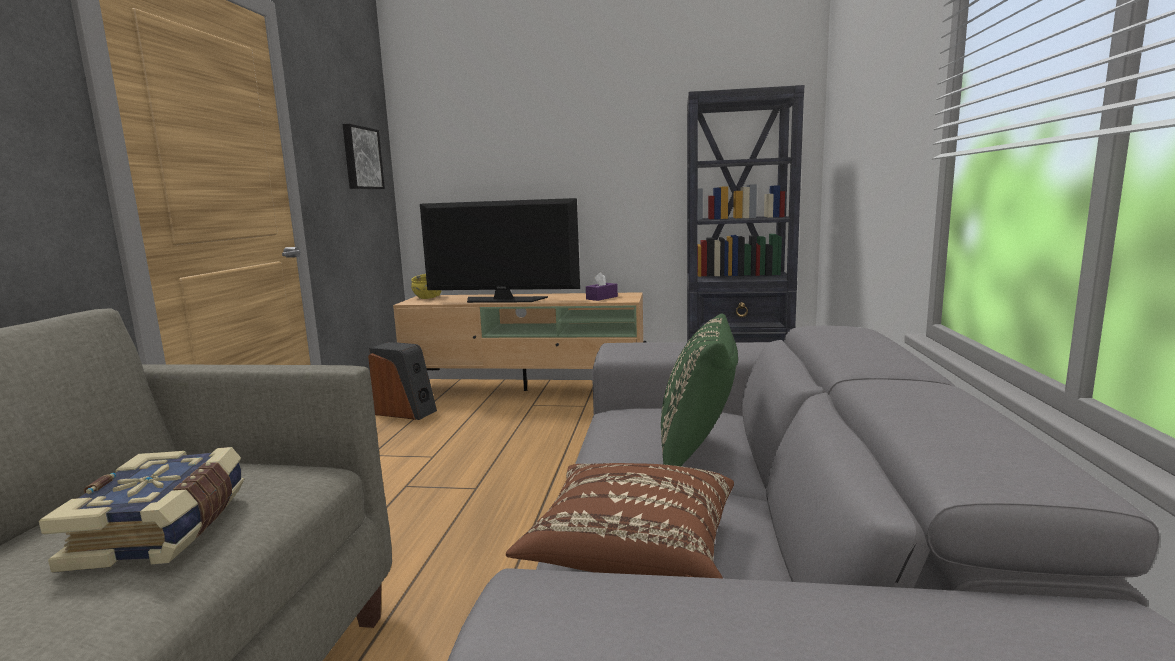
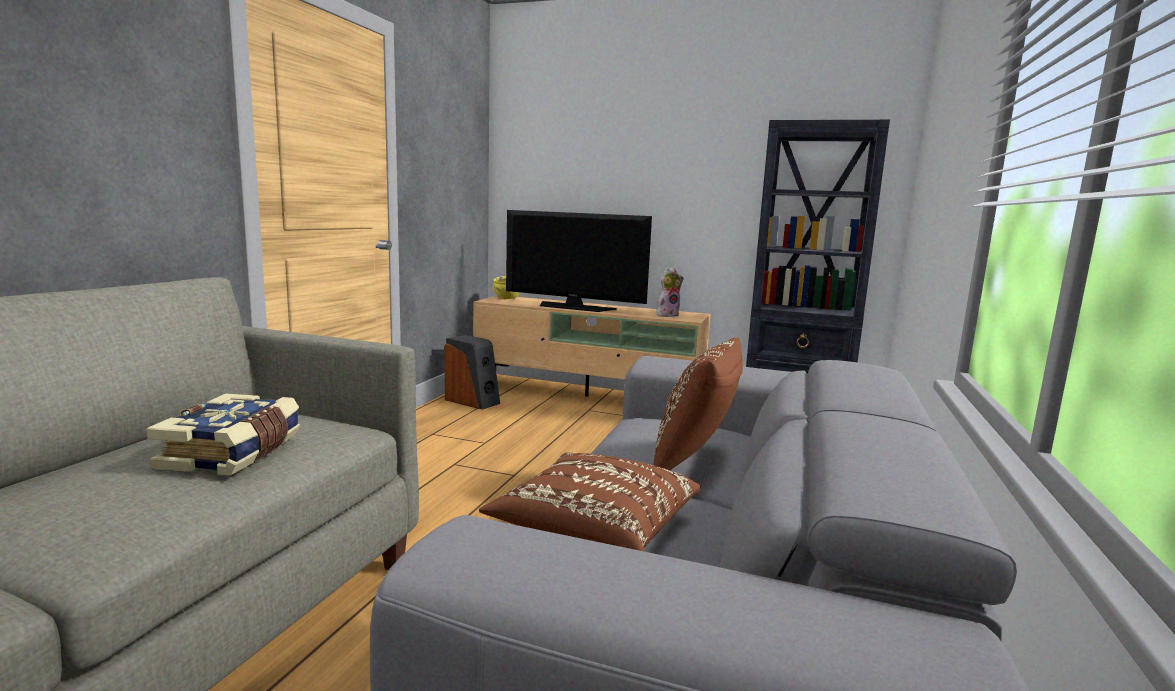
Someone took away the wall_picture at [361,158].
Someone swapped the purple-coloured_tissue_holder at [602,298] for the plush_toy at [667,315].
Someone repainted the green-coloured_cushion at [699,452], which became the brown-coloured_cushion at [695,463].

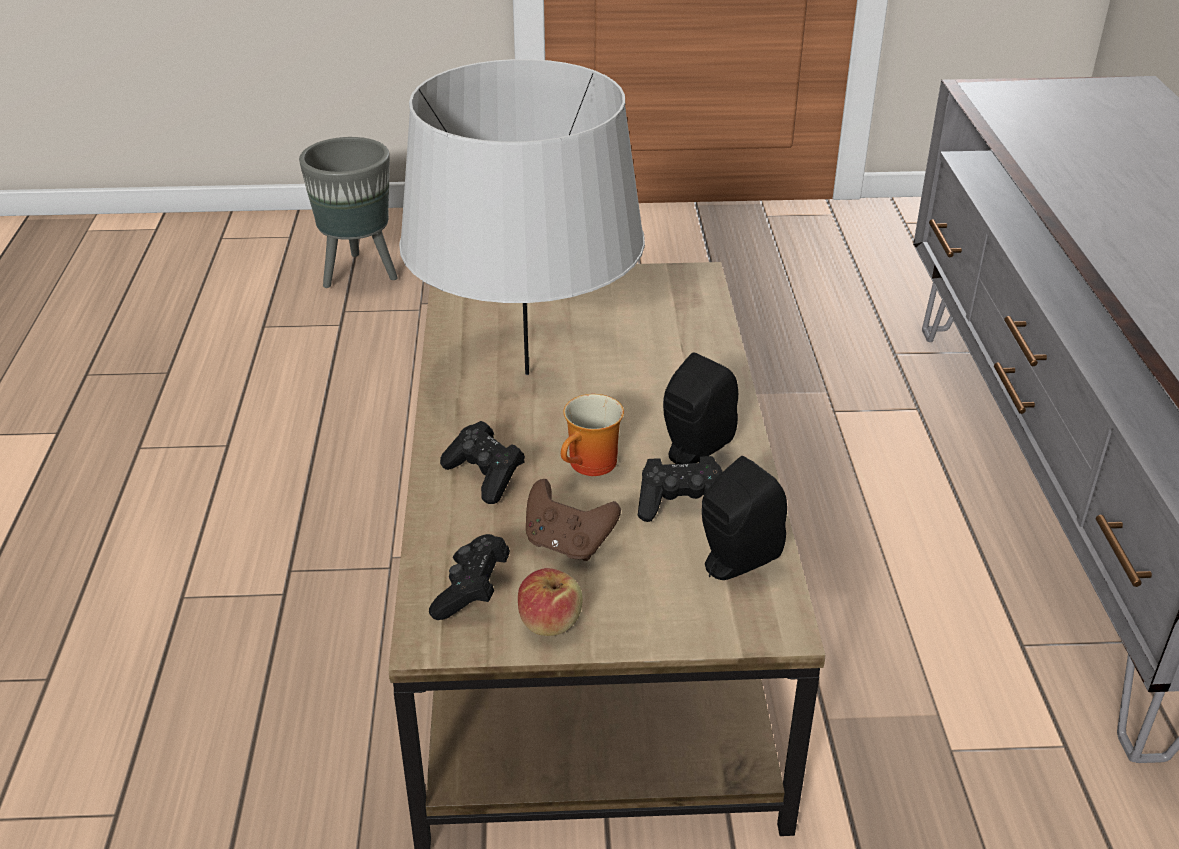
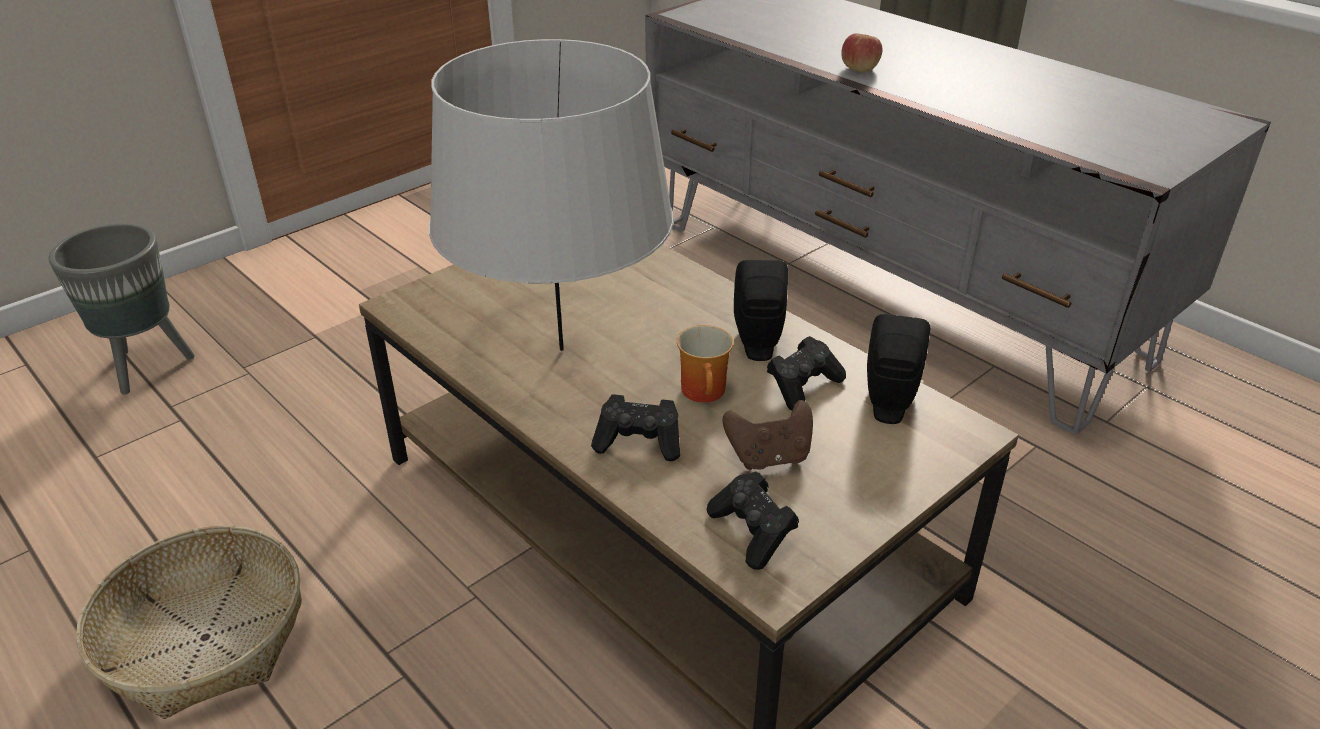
Someone put down the basket at [206,637].
Someone carried the apple from [550,622] to [859,68].

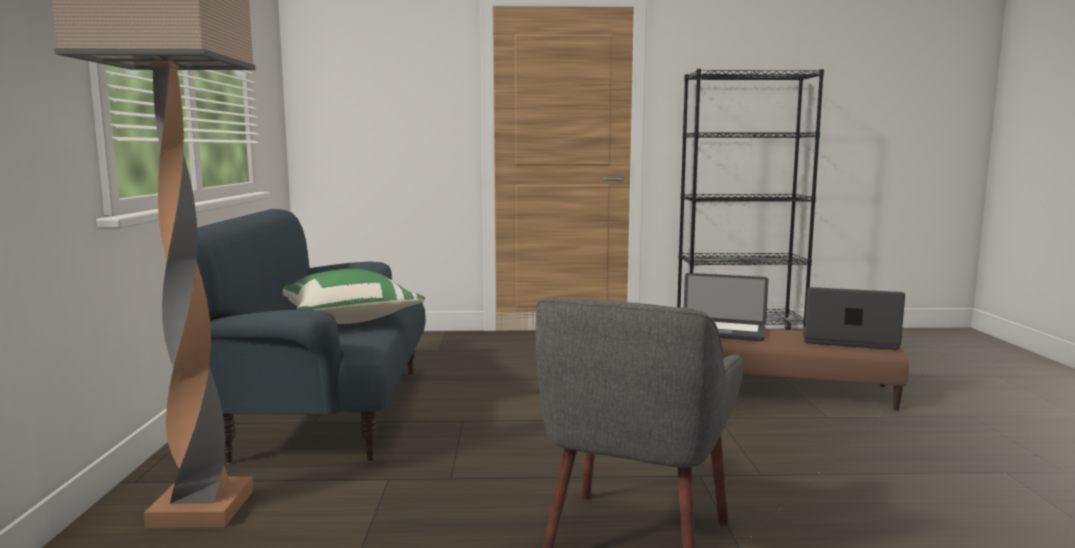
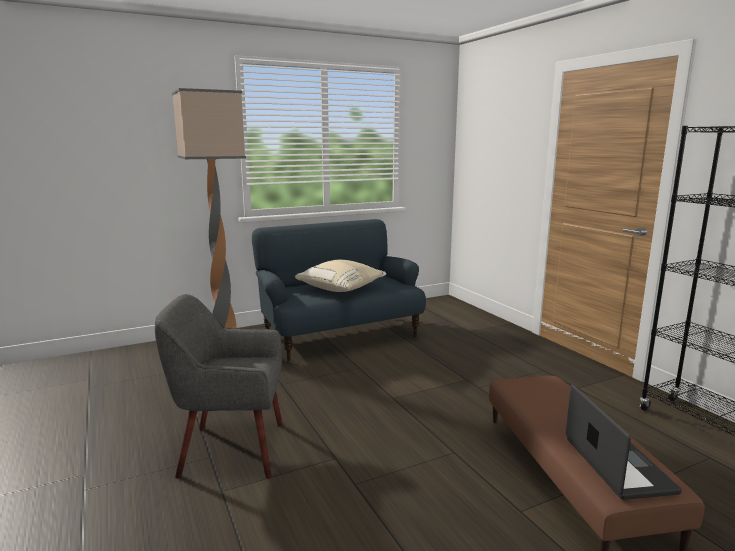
Someone took away the laptop at [721,332].
Someone repainted the green-coloured_cushion at [349,320], which became the beige-coloured_cushion at [342,289].

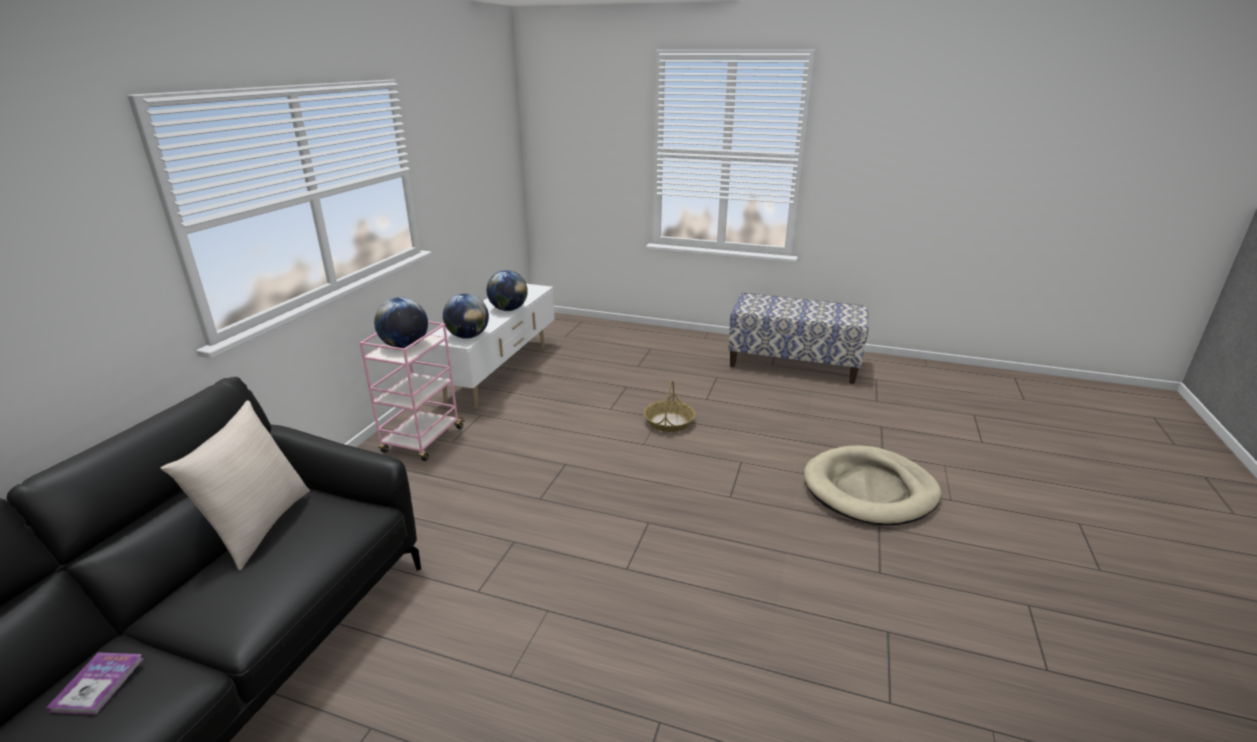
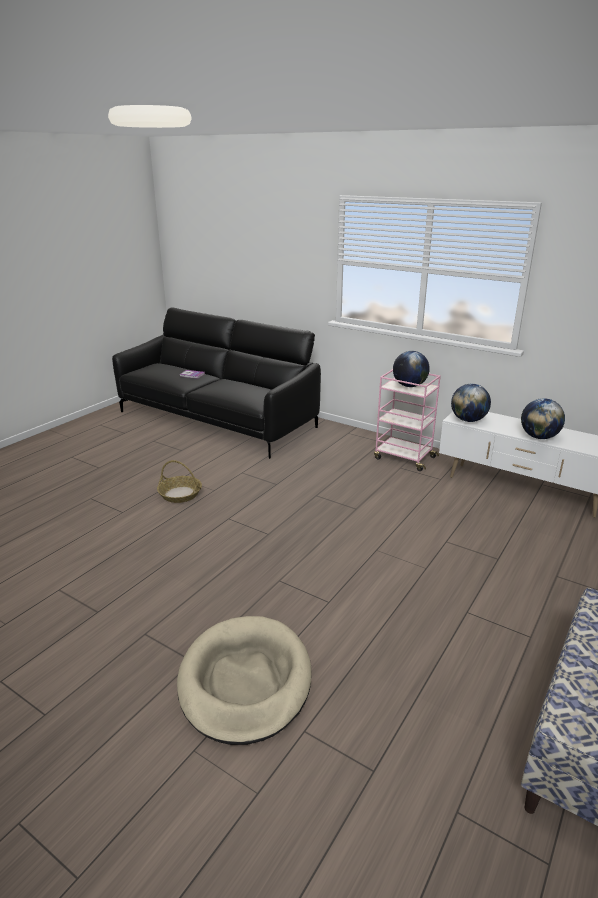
Someone took away the beige-coloured_cushion at [259,526].
Someone carried the basket from [669,422] to [180,494].

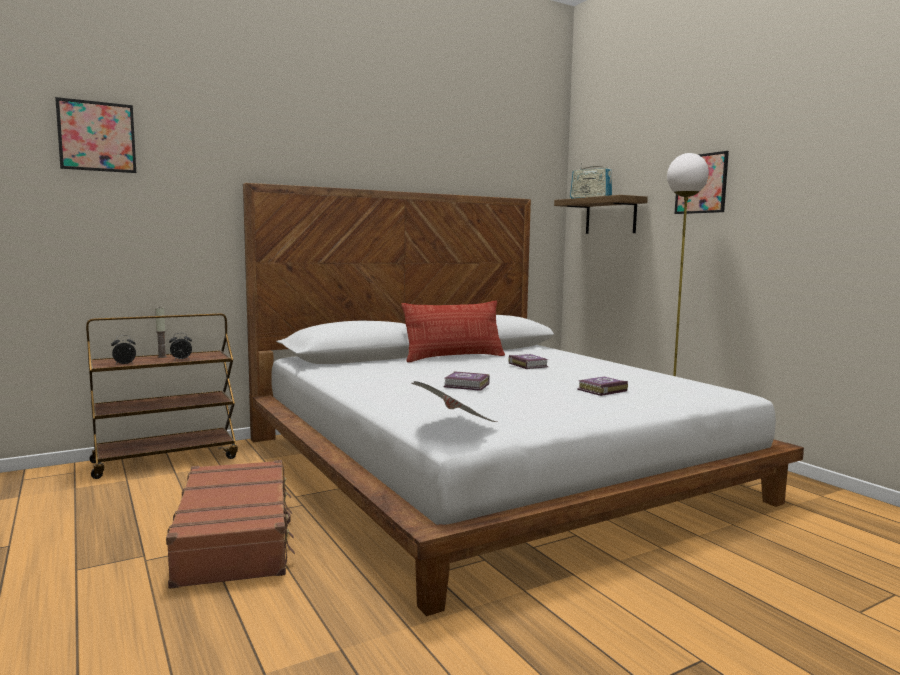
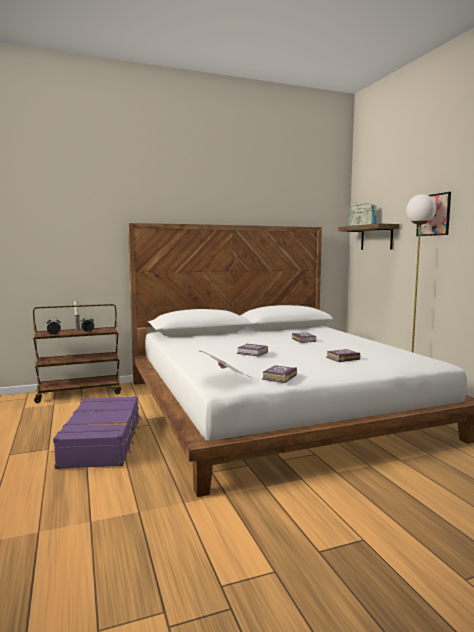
Someone took away the wall_picture at [97,136].
Someone took away the cushion at [454,357].
Someone put down the volume at [278,377].
Someone repainted the brown-coloured_piece_of_luggage at [236,537], which became the purple-coloured_piece_of_luggage at [103,442].

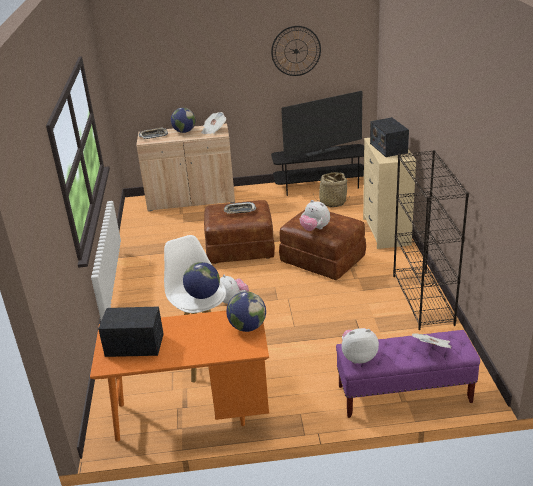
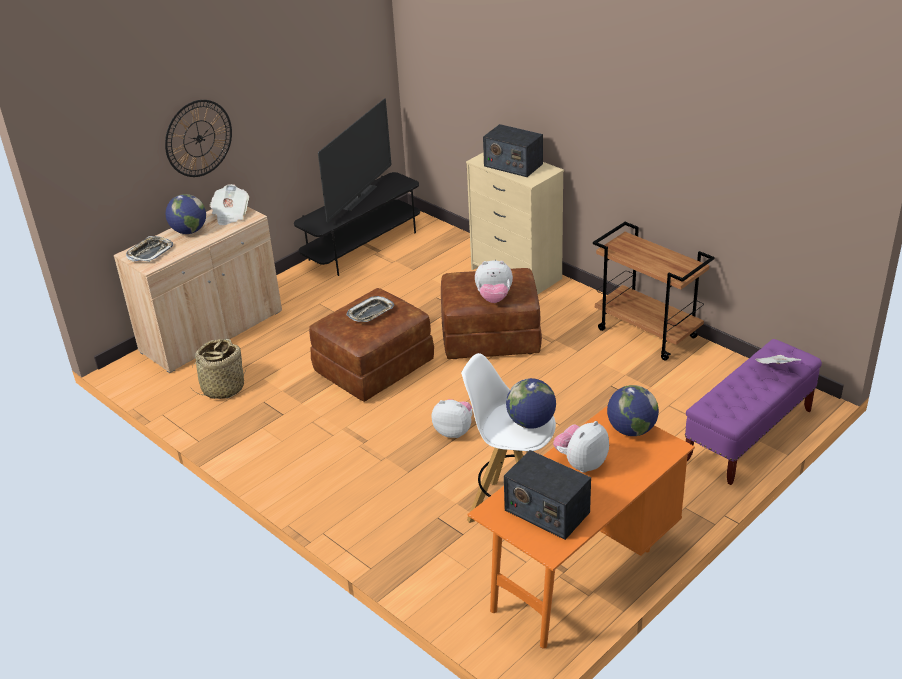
Someone carried the hanging_clock from [296,51] to [199,138].
Someone carried the basket from [332,202] to [223,388].
Someone carried the plush_toy from [358,357] to [581,463].
Someone swapped the black-coloured_shelving_unit at [423,300] for the brown-coloured_wheeled_cart at [648,333].
Someone rotated the radio_receiver at [135,345] by 105 degrees counterclockwise.

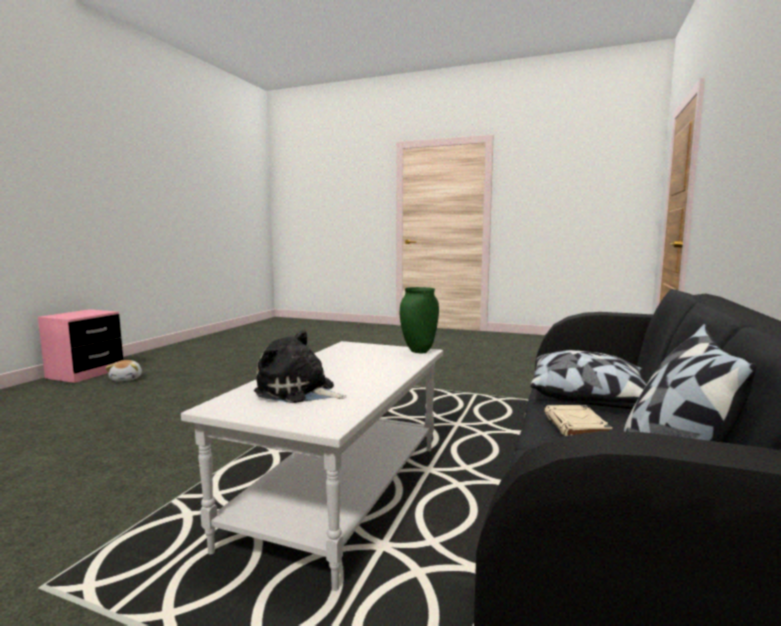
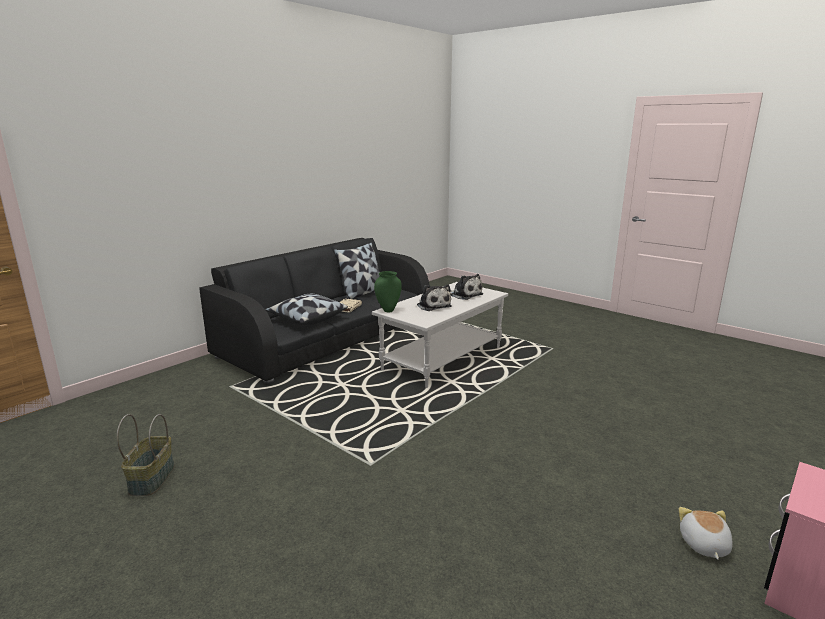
Someone put down the basket at [151,478].
Someone put down the plush_toy at [433,306].

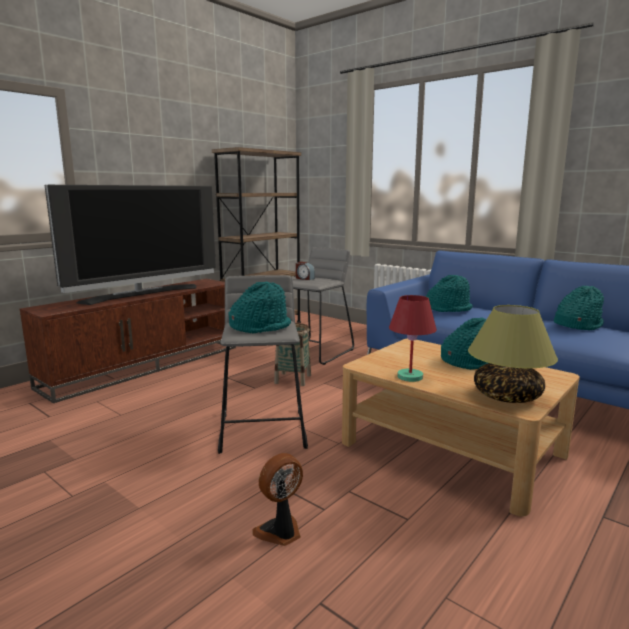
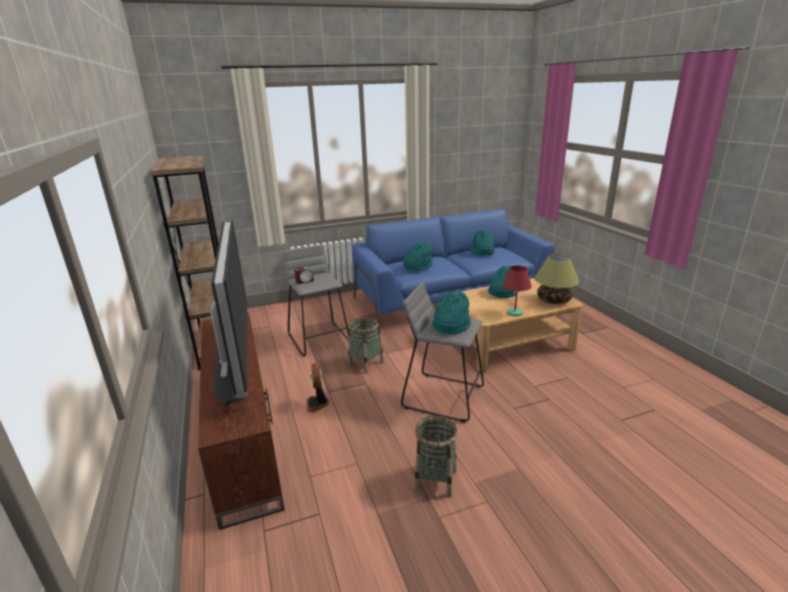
Someone put down the basket at [435,480].
Someone carried the fan from [280,532] to [318,403].

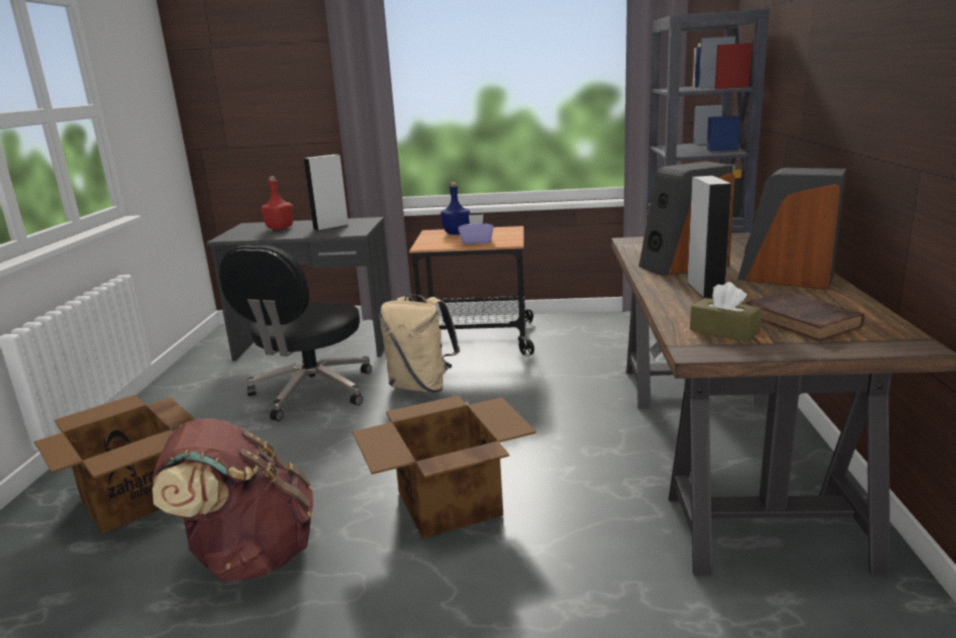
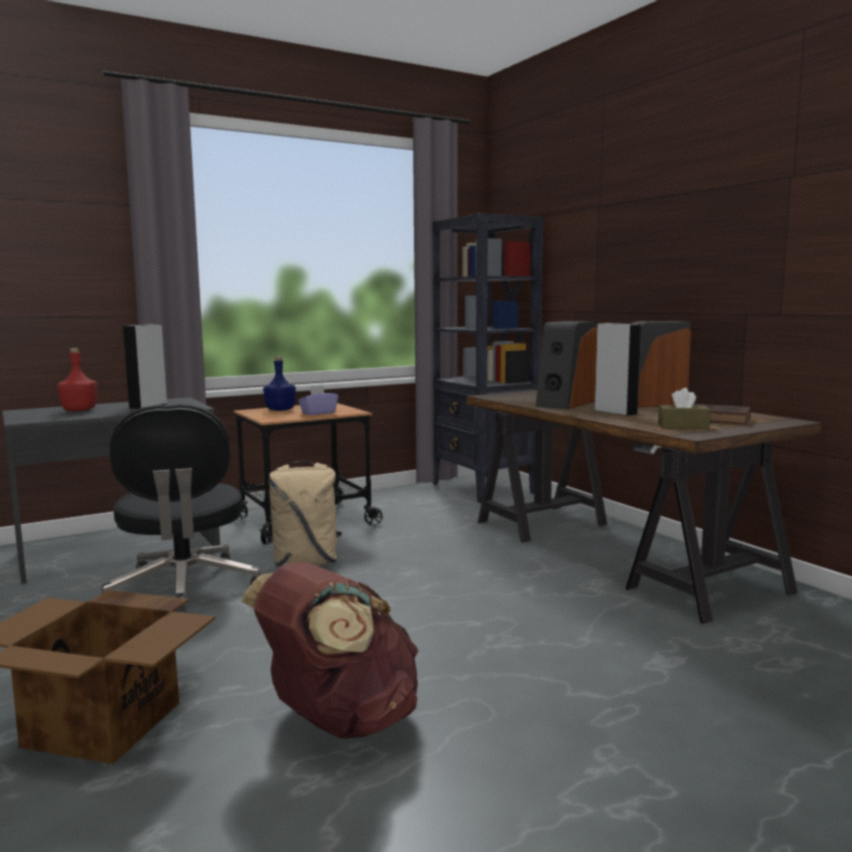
Someone took away the carton at [447,503].

